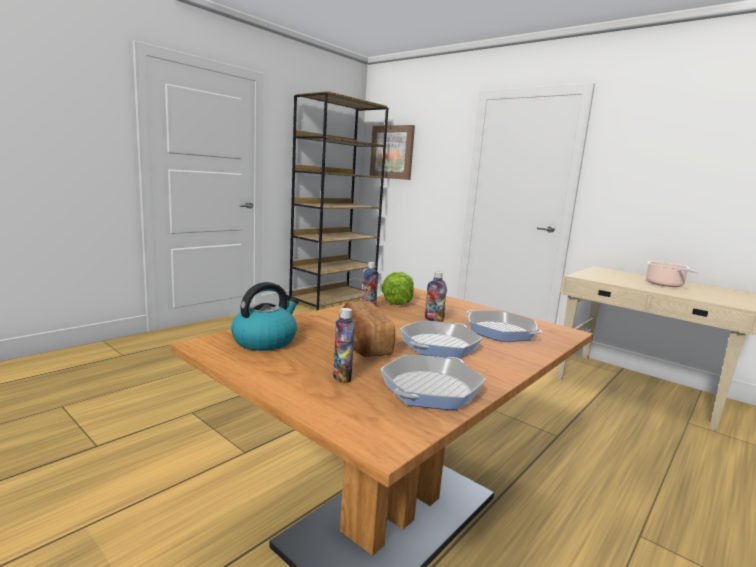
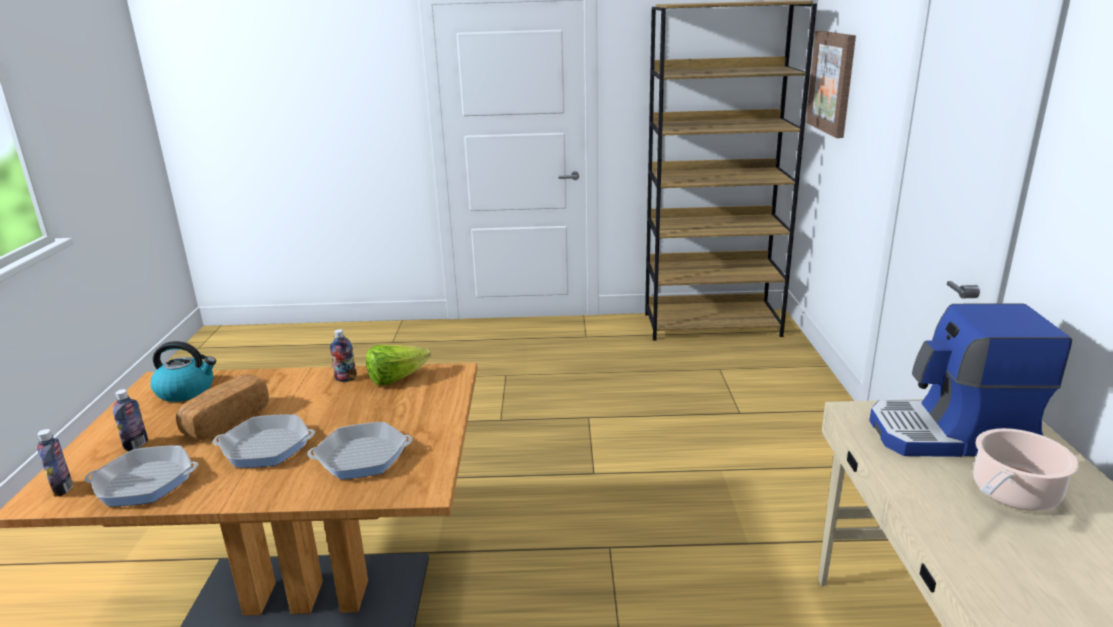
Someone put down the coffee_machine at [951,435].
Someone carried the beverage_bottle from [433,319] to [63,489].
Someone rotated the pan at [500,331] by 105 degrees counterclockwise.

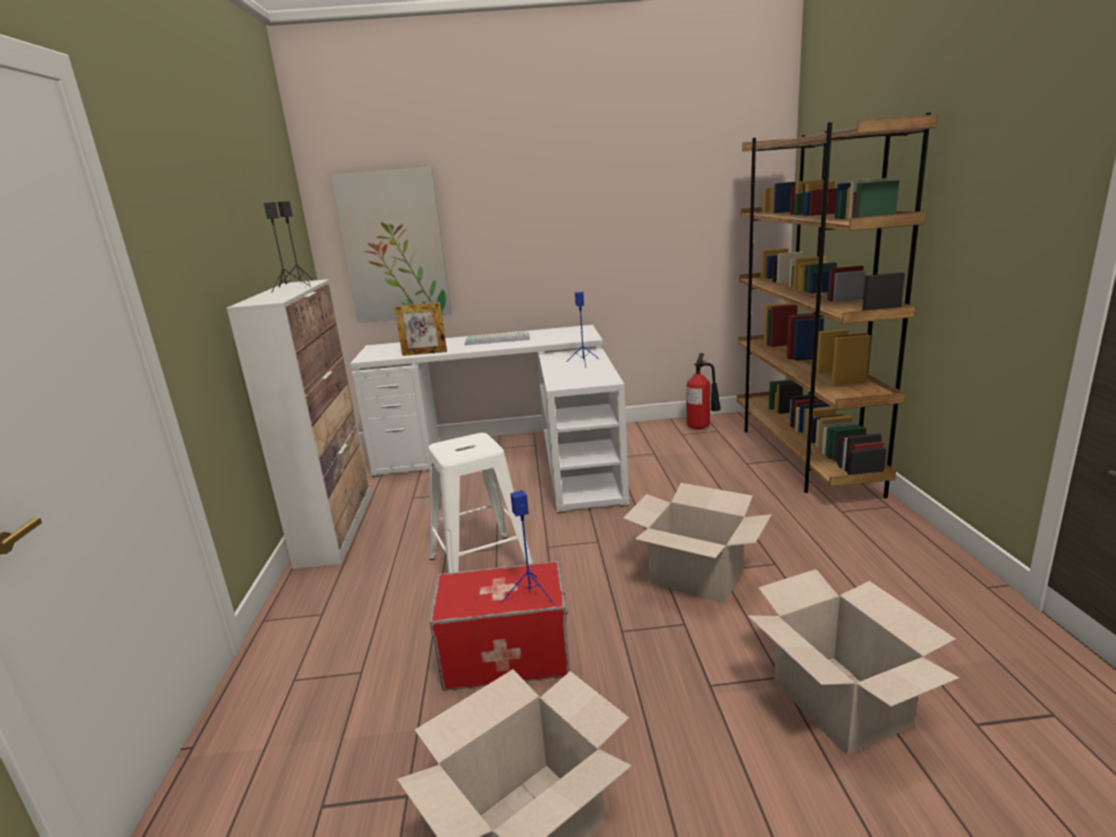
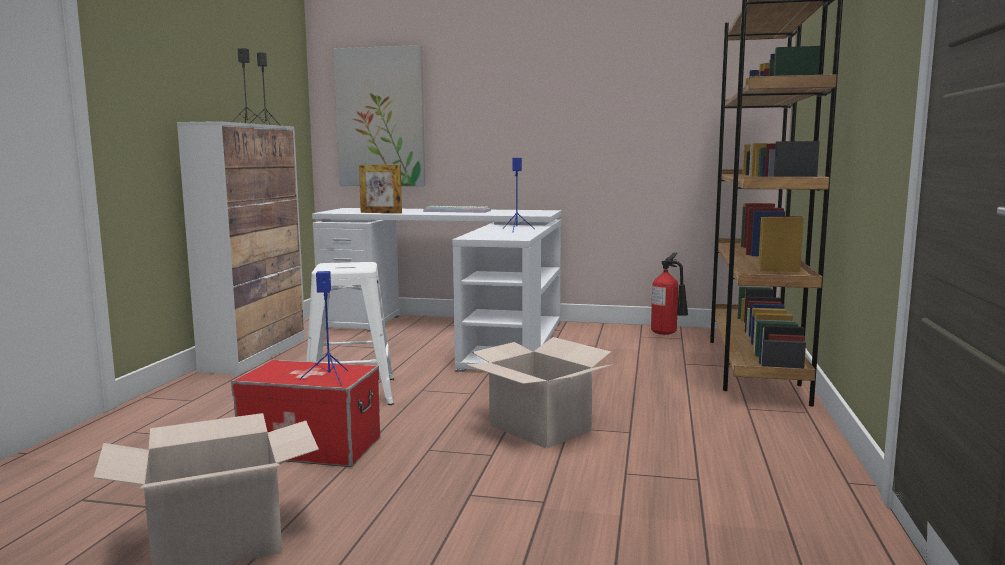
Someone took away the carton at [838,703].

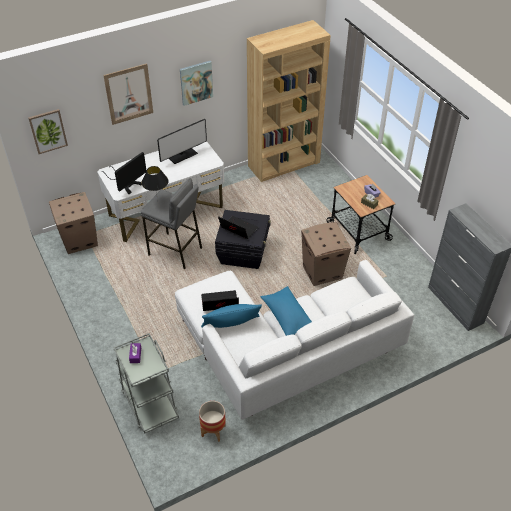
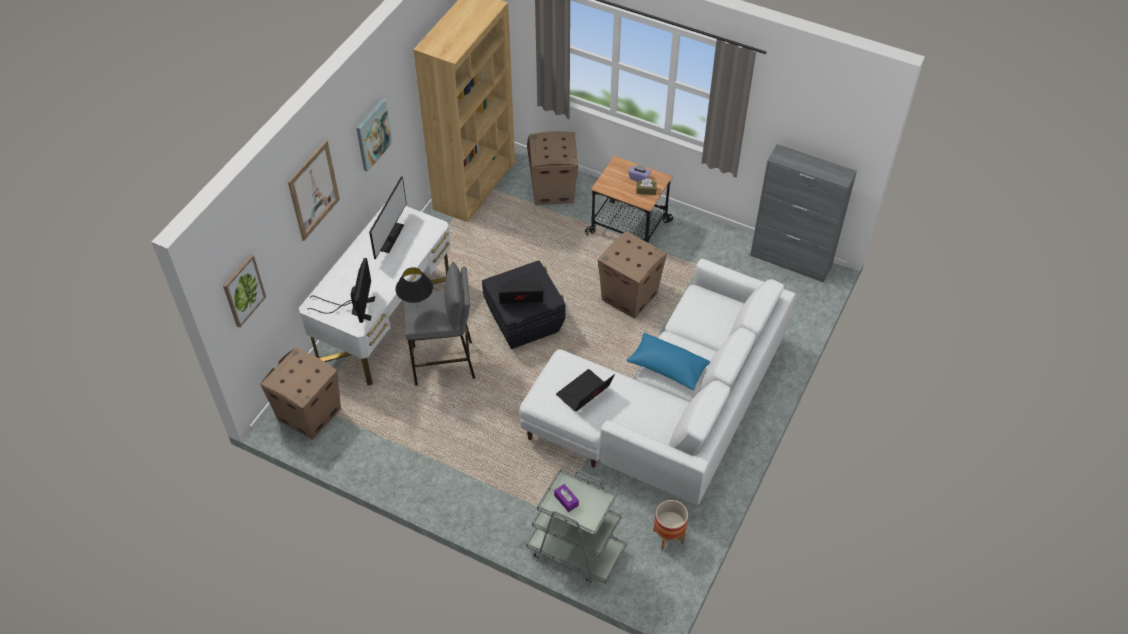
Someone took away the blue_cushion at [231,324].
Someone put down the carton at [553,191].

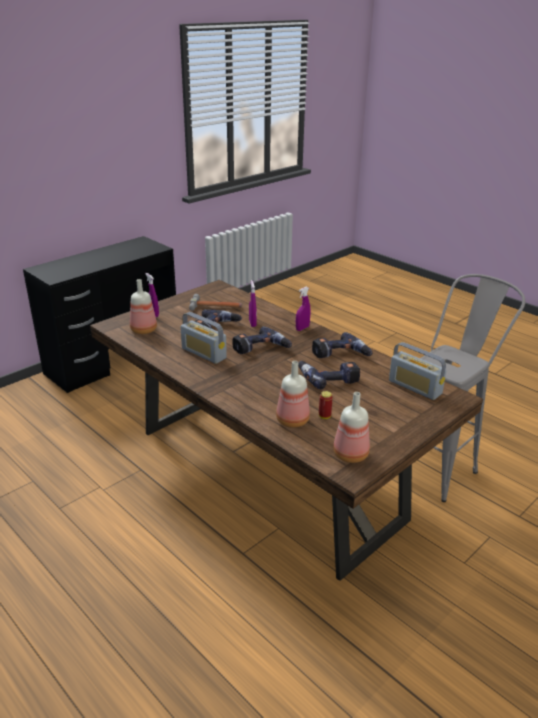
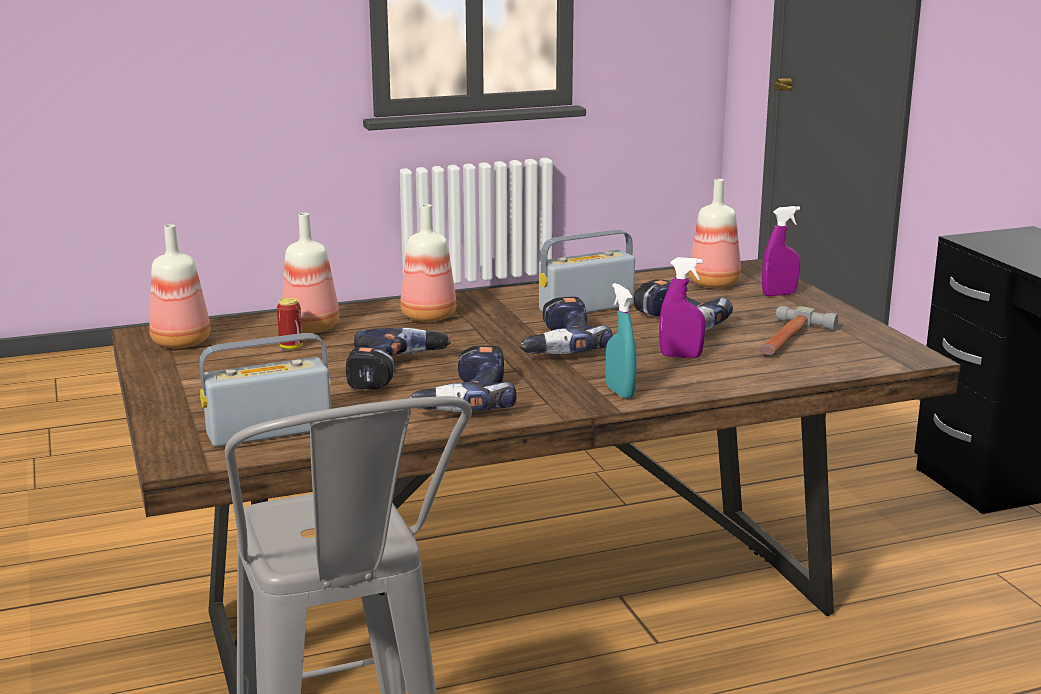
Someone put down the beverage_bottle at [427,317].
Someone repainted the purple-coloured_spray_bottle at [302,328], which became the turquoise_spray_bottle at [620,392].

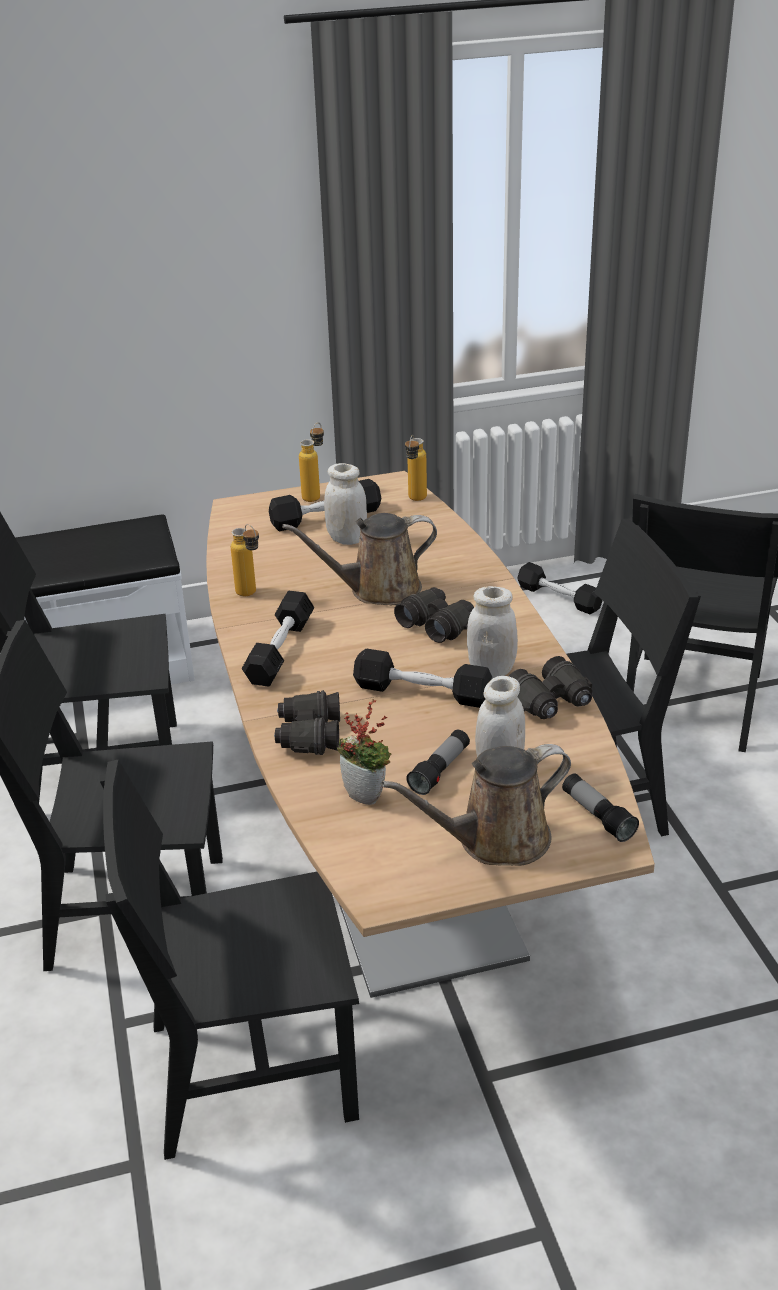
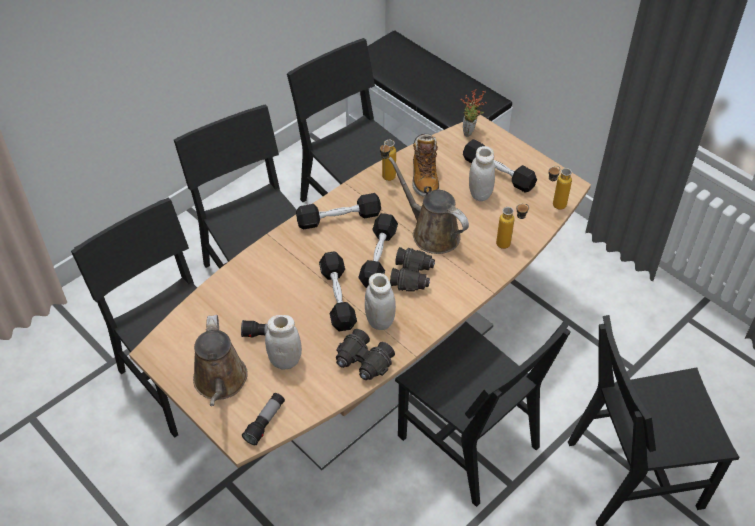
Someone took away the black-coloured_field_glasses at [309,735].
Someone put down the tall_boot at [424,178].
Someone carried the beverage_bottle from [315,495] to [509,244].
Someone carried the potted_plant from [367,795] to [470,132].
Someone carried the black-coloured_dumbbell from [558,598] to [378,257].
Someone rotated the brown-coloured_watering_pot at [495,840] by 135 degrees counterclockwise.

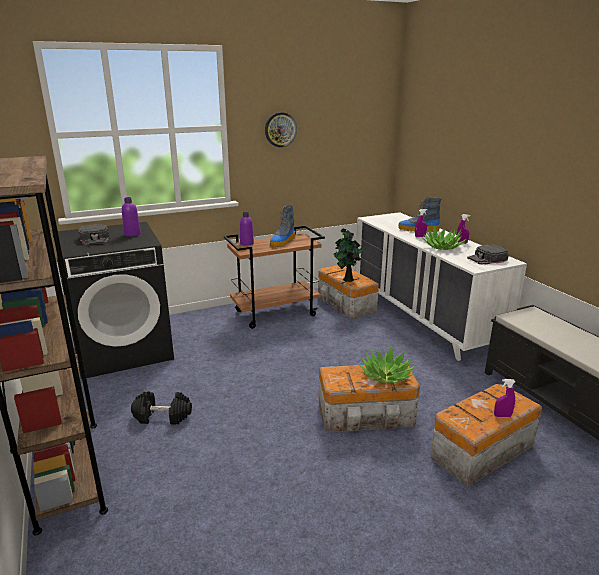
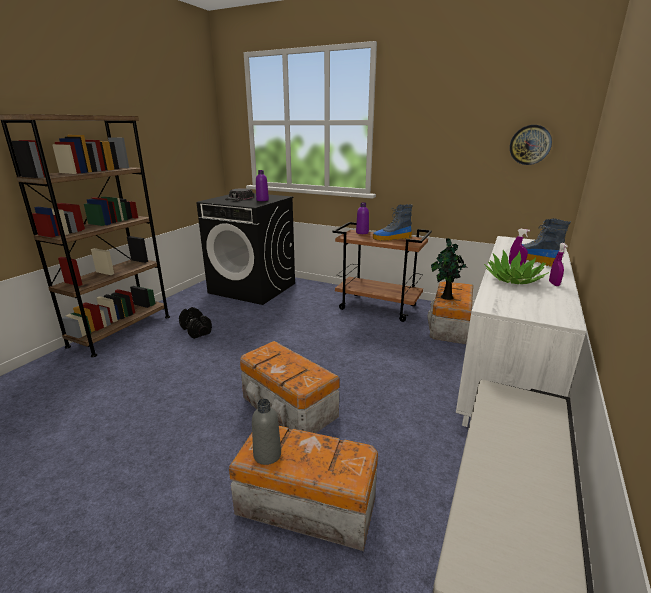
Someone took away the potted_plant at [386,376].
Someone took away the black-coloured_cap at [487,259].
Someone took away the purple-coloured_spray_bottle at [502,416].
Someone put down the grey_beverage_bottle at [267,454].
Someone carried the hanging_clock from [280,129] to [530,145].

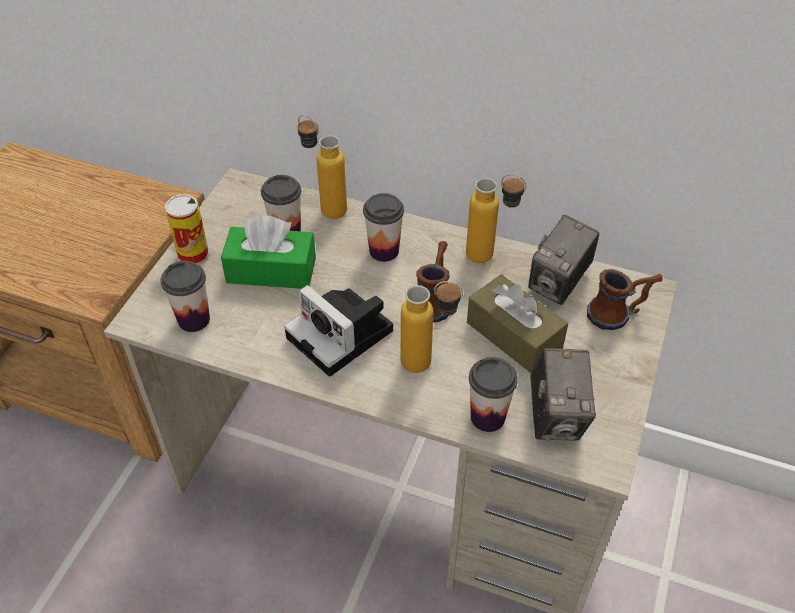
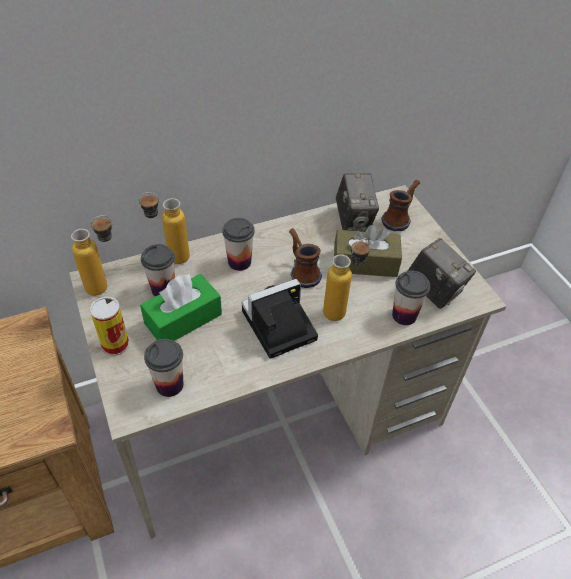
Someone carried the beverage_bottle from [490,257] to [106,285].
Someone rotated the still_camera at [343,335] by 150 degrees clockwise.

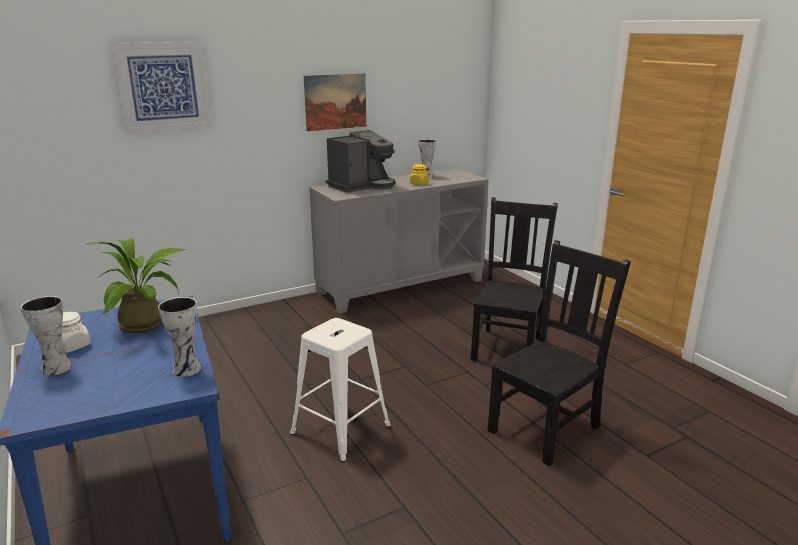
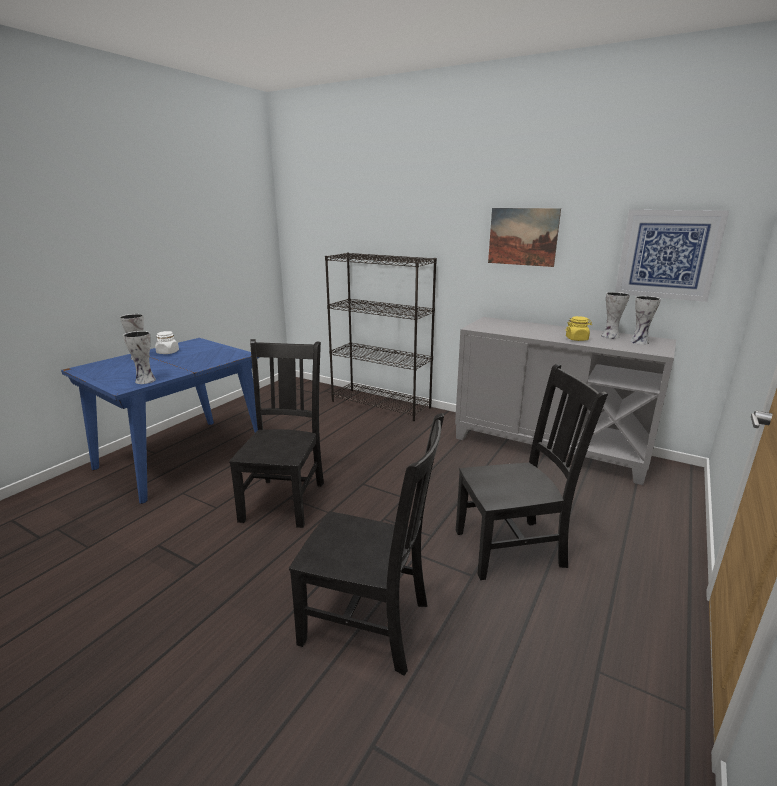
Someone took away the potted_plant at [148,324].
Someone took away the coffee_machine at [362,186].
Someone put down the black-coloured_shelving_unit at [381,404].
Someone put down the vase at [640,342].
Someone carried the wall_picture from [163,87] to [668,254].
Someone swapped the white_stool_seat at [340,428] for the black-coloured_upright_chair at [285,499].

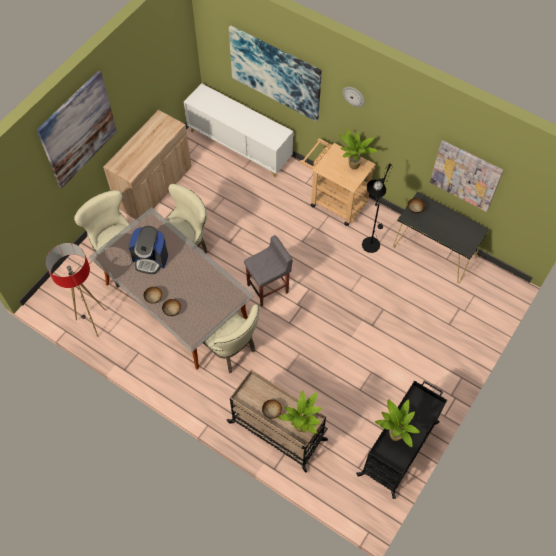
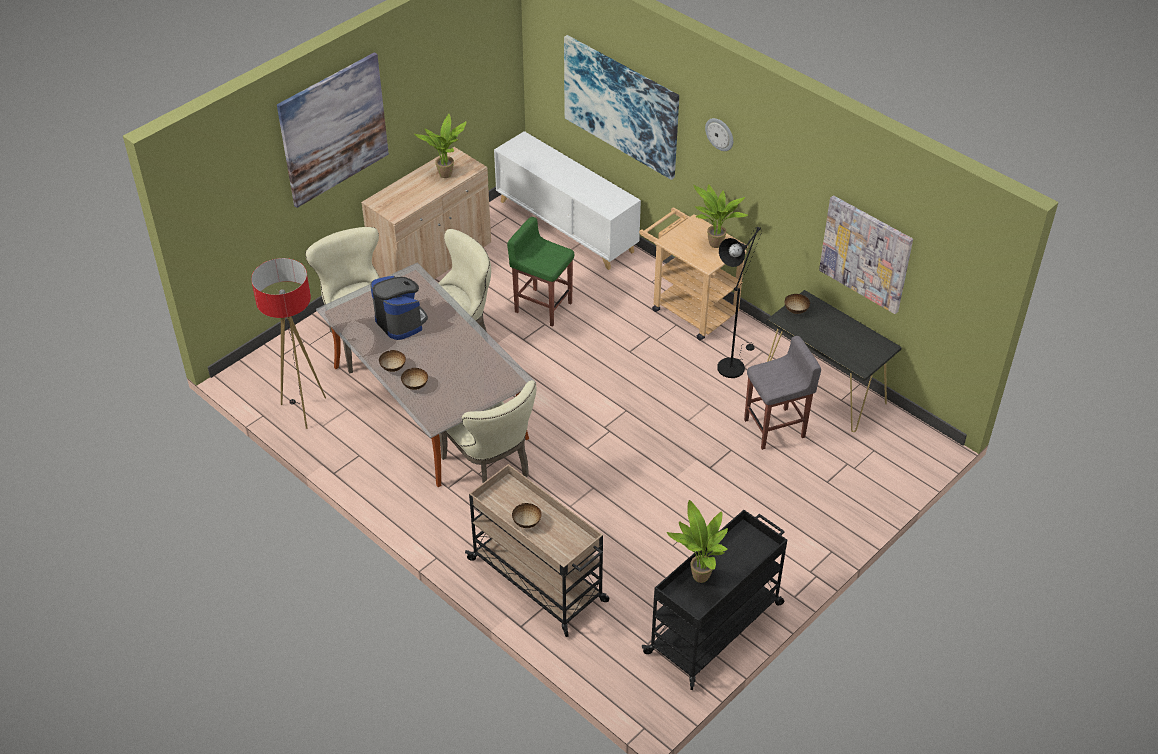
Someone put down the green-coloured_stool_seat at [542,307].
Someone carried the grey_stool_seat from [268,289] to [775,428].
Someone carried the potted_plant from [302,428] to [447,176].
Someone rotated the coffee_machine at [150,259] by 150 degrees counterclockwise.

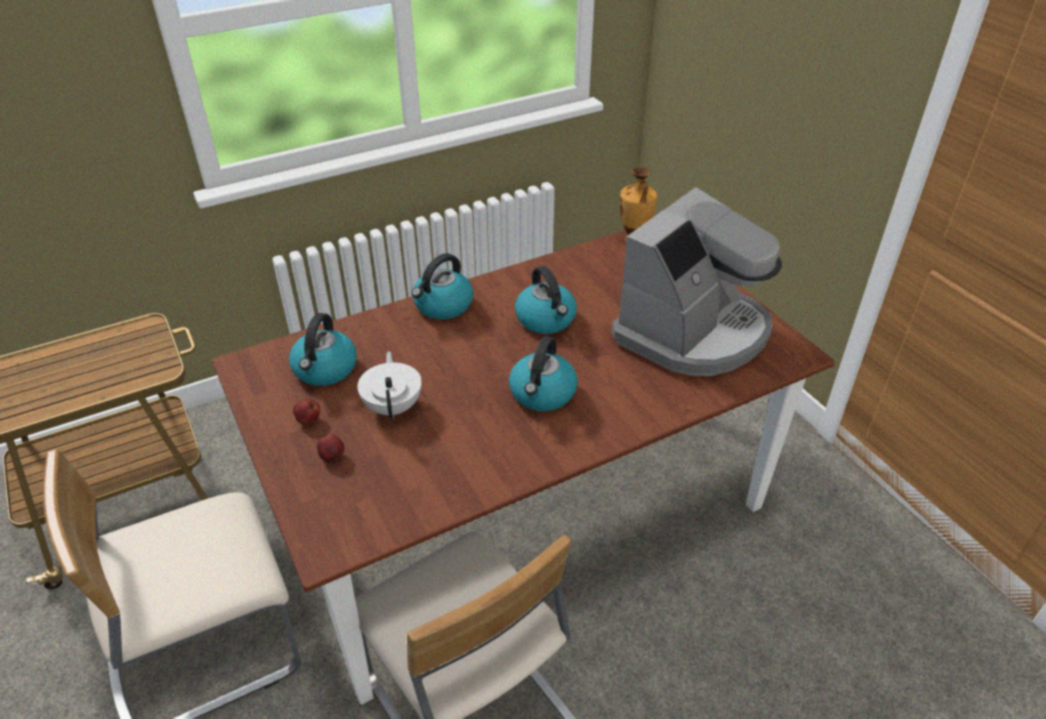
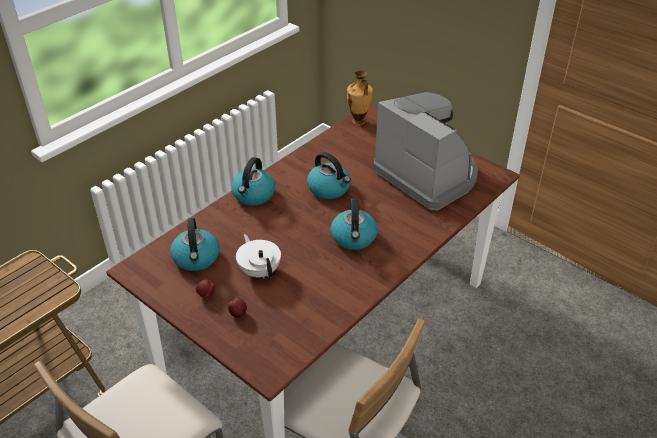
Someone rotated the coffee_machine at [693,332] by 60 degrees counterclockwise.

